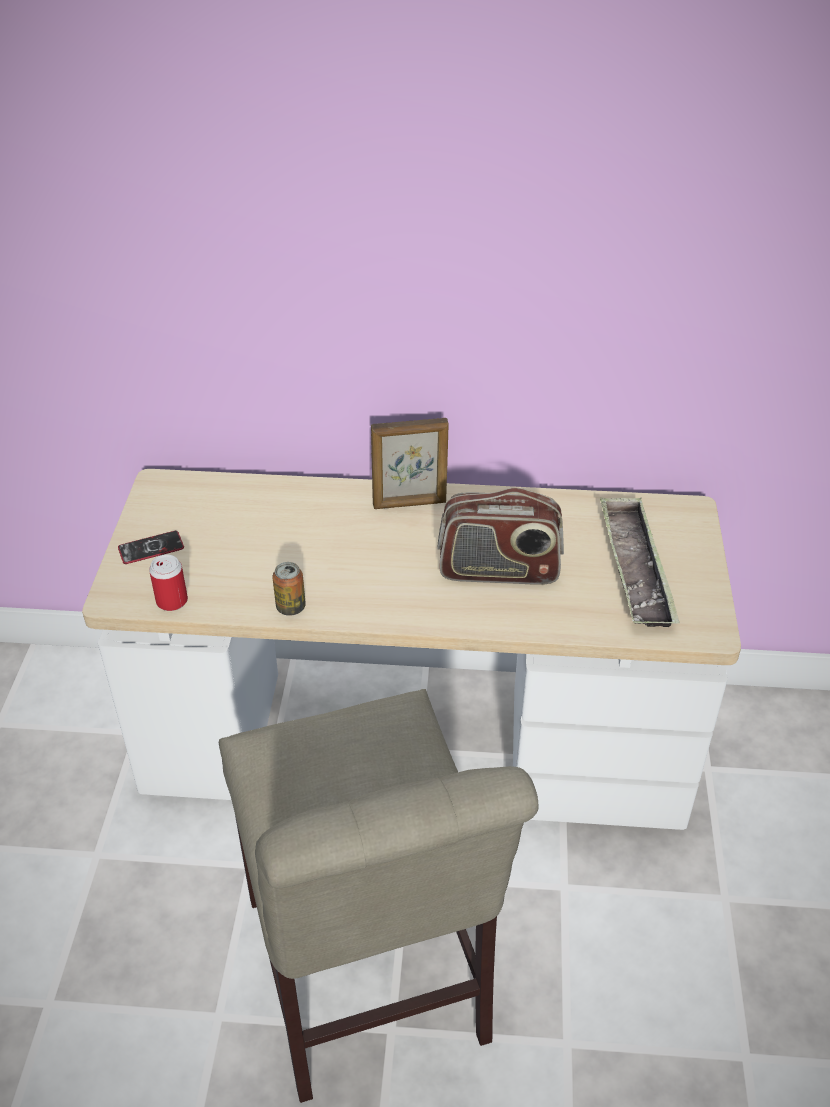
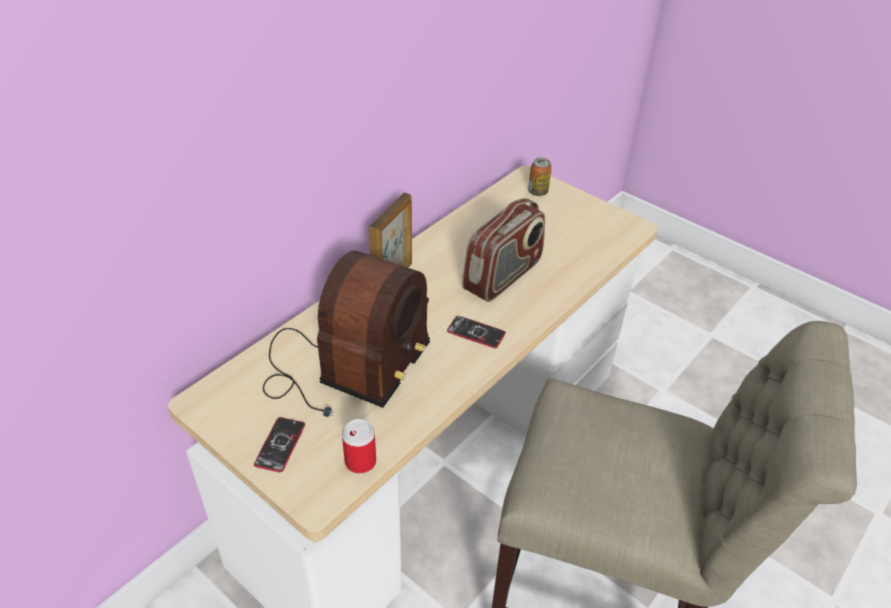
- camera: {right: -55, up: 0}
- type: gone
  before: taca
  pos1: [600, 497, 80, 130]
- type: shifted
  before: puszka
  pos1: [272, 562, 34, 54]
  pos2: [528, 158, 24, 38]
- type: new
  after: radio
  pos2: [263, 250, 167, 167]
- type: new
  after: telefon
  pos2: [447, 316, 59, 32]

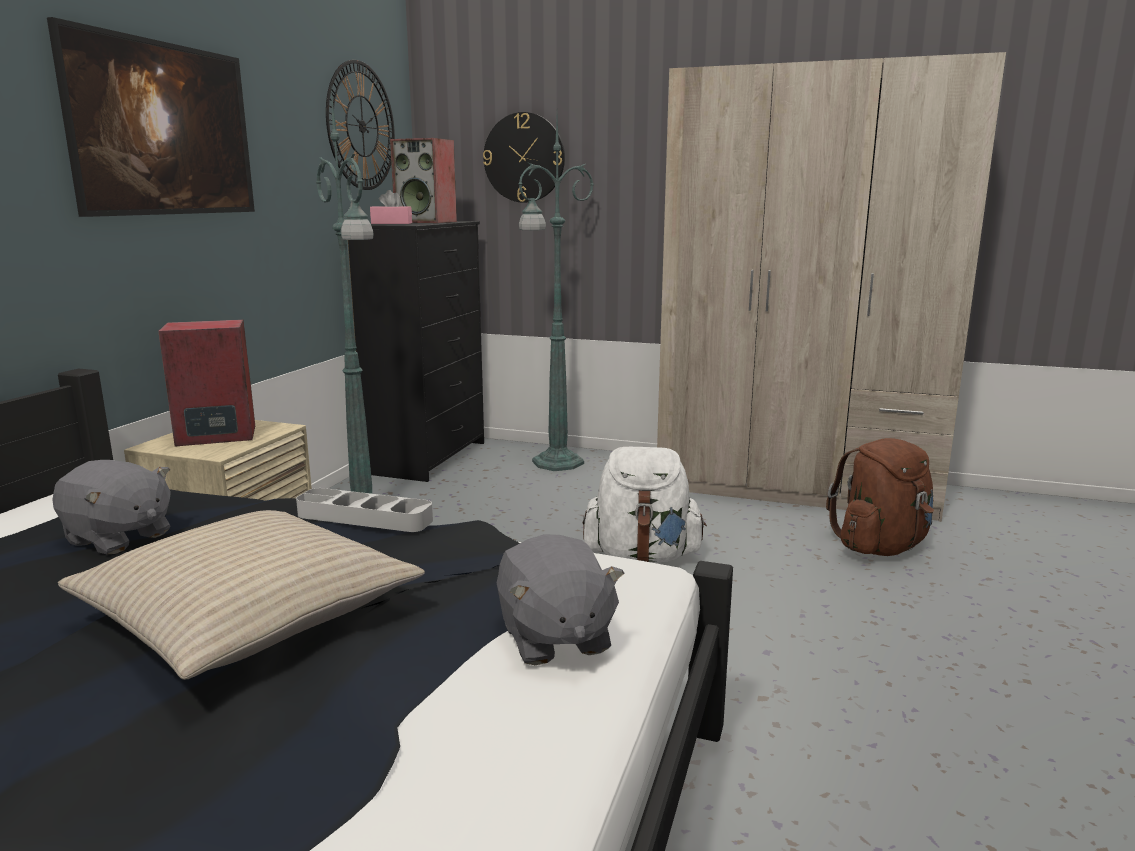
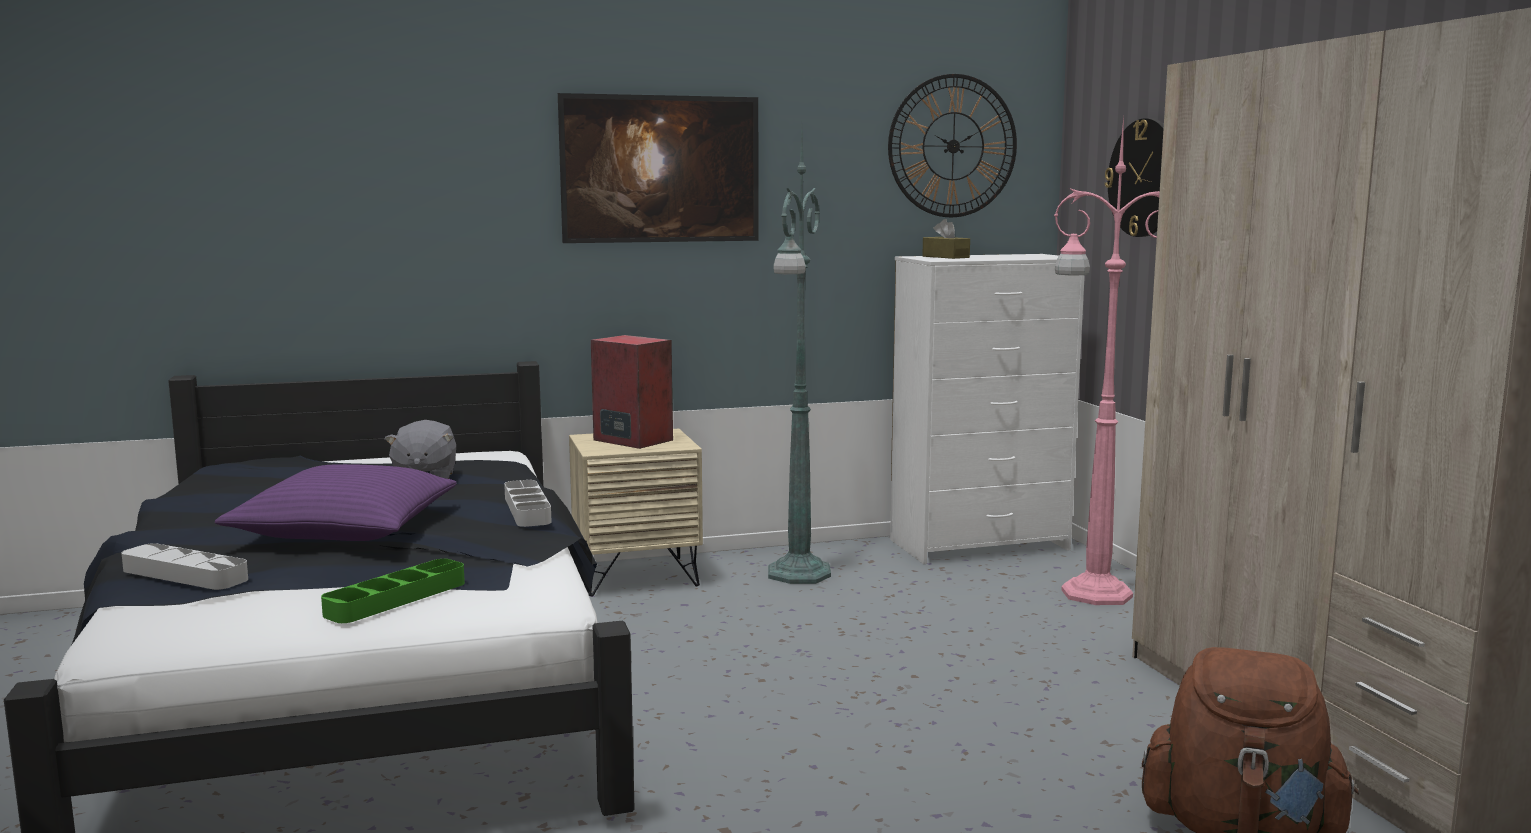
- camera: {right: 55, up: -5}
- type: repainted
  before: lampa stojąca [zielony]
  after: lampa stojąca [różowy]
  pos1: [518, 116, 76, 355]
  pos2: [1054, 117, 106, 488]
- type: gone
  before: głośnik
  pos1: [390, 138, 67, 85]
- type: repainted
  before: pudełko chusteczek [różowy]
  after: pudełko chusteczek [brązowy]
  pos1: [370, 190, 42, 34]
  pos2: [922, 219, 48, 40]
- type: repainted
  before: komoda [czarny]
  after: komoda [biały]
  pos1: [348, 221, 136, 261]
  pos2: [890, 254, 195, 310]
- type: gone
  before: plecak [biały]
  pos1: [583, 447, 124, 116]
- type: repainted
  before: poduszka [beżowy]
  after: poduszka [fioletowy]
  pos1: [58, 510, 367, 170]
  pos2: [215, 464, 242, 77]
- type: swapped
  before: pluszak [szary]
  after: taca [zielony]
  pos1: [496, 534, 128, 131]
  pos2: [321, 559, 144, 64]
- type: new
  after: taca [szary]
  pos2: [121, 543, 127, 47]

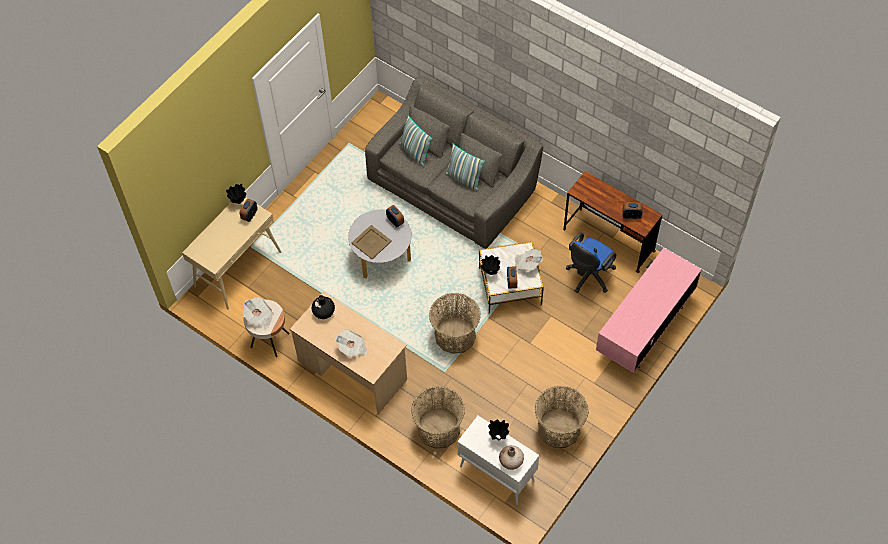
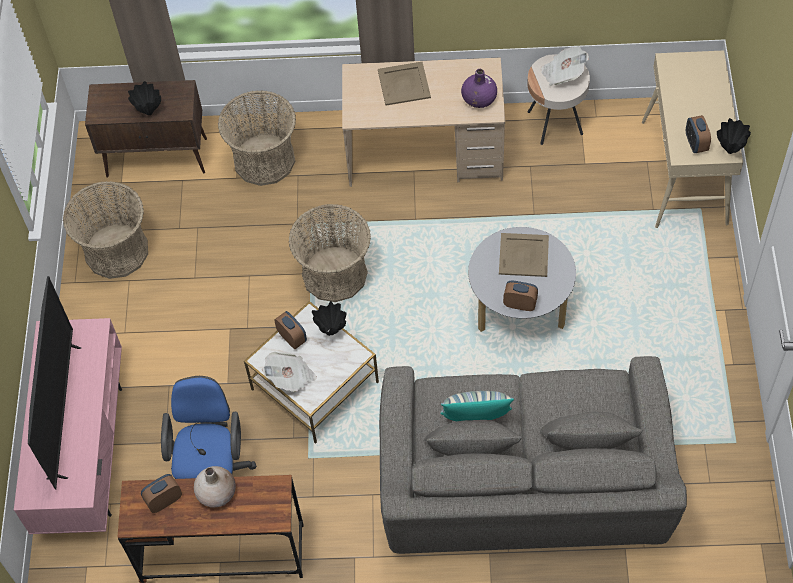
- camera: {right: 145, up: 0}
- type: gone
  before: poduszka
  pos1: [399, 115, 33, 51]
- type: repainted
  before: wazon [czarny]
  after: wazon [fioletowy]
  pos1: [312, 295, 23, 24]
  pos2: [461, 69, 36, 39]
- type: swapped
  before: gazeta
  after: taca [beżowy]
  pos1: [336, 329, 32, 28]
  pos2: [378, 62, 53, 44]
- type: repainted
  before: szafka [biały]
  after: szafka [brązowy]
  pos1: [457, 416, 82, 89]
  pos2: [85, 80, 122, 97]
- type: shifted
  before: wazon [beżowy]
  pos1: [499, 445, 25, 25]
  pos2: [194, 466, 42, 42]
- type: new
  after: telewizor
  pos2: [28, 276, 53, 214]

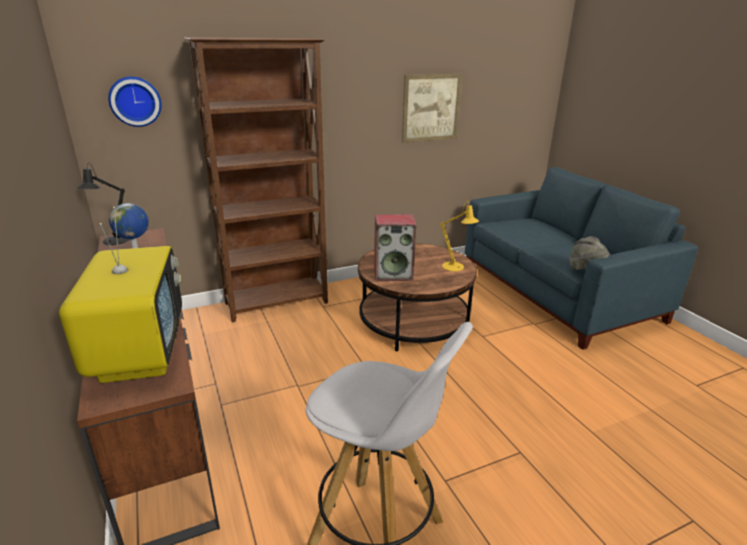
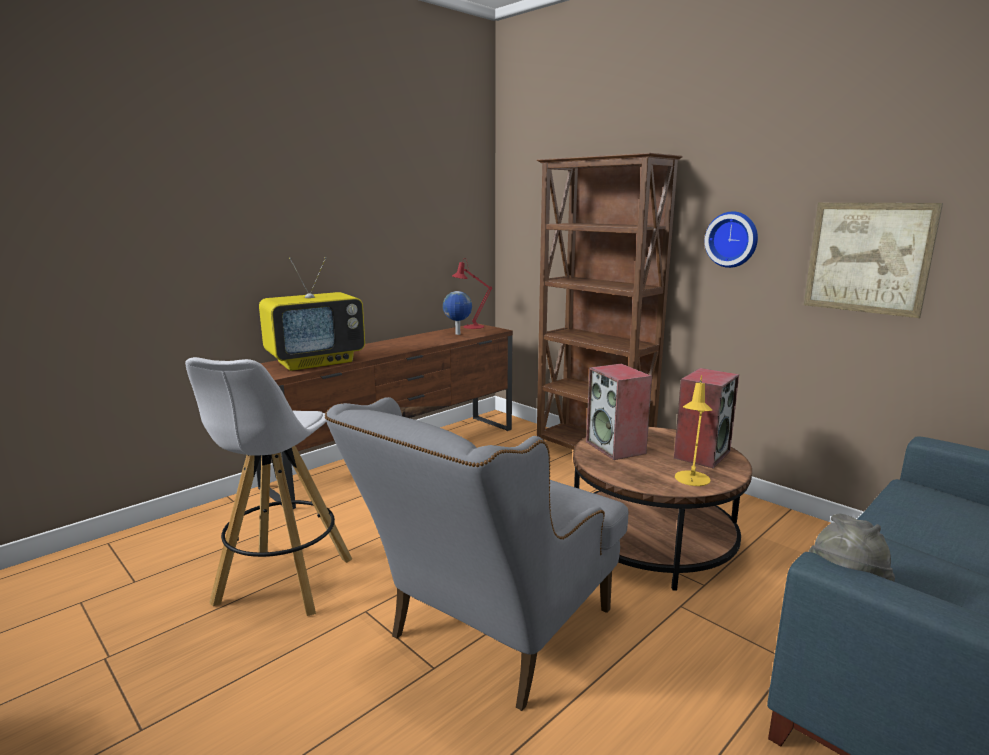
- camera: {right: 70, up: -10}
- type: shifted
  before: zegar ścienny
  pos1: [108, 77, 54, 50]
  pos2: [705, 211, 53, 57]
- type: repainted
  before: lampa stołowa [czarny]
  after: lampa stołowa [czerwony]
  pos1: [77, 163, 53, 82]
  pos2: [452, 258, 40, 71]
- type: new
  after: głośnik
  pos2: [674, 368, 65, 100]
- type: new
  after: fotel [szary]
  pos2: [325, 397, 303, 314]

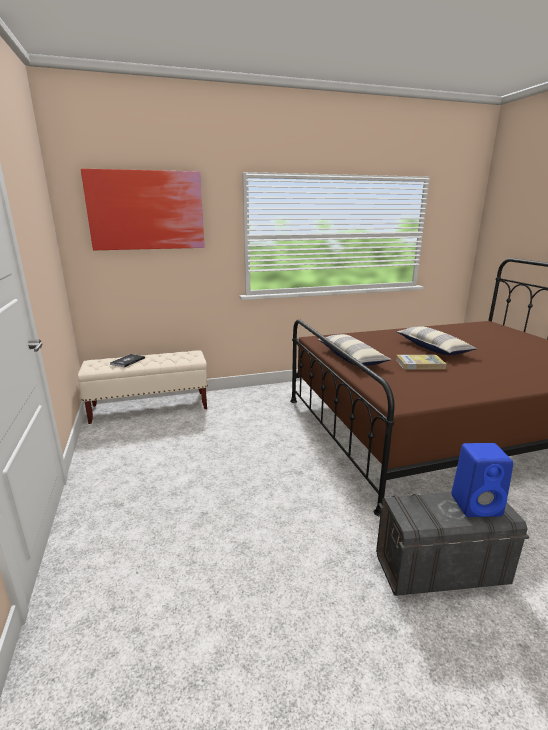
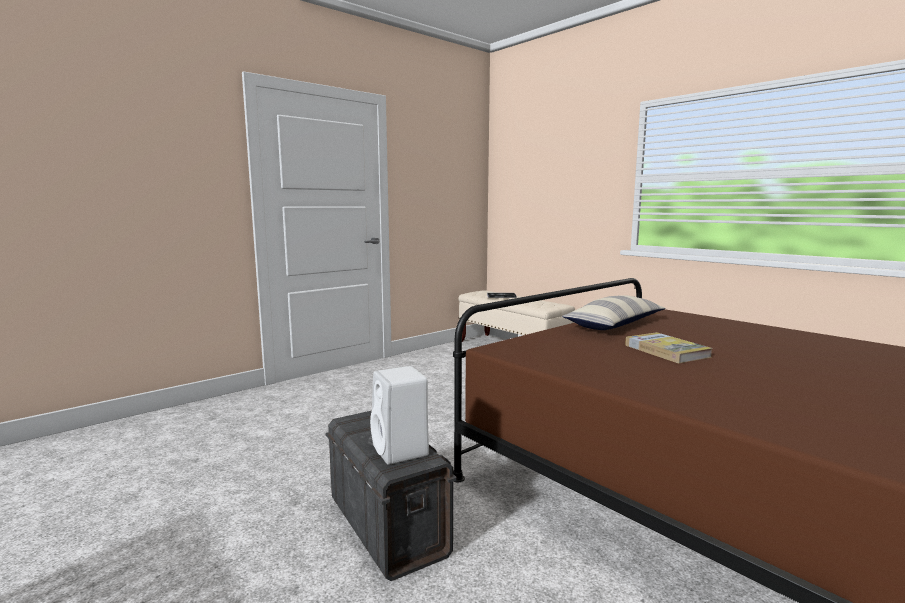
- camera: {right: 65, up: -10}
- type: gone
  before: obraz
  pos1: [81, 169, 124, 81]
- type: gone
  before: poduszka
  pos1: [397, 326, 80, 29]
- type: repainted
  before: głośnik [niebieski]
  after: głośnik [biały]
  pos1: [451, 443, 62, 74]
  pos2: [370, 366, 59, 99]

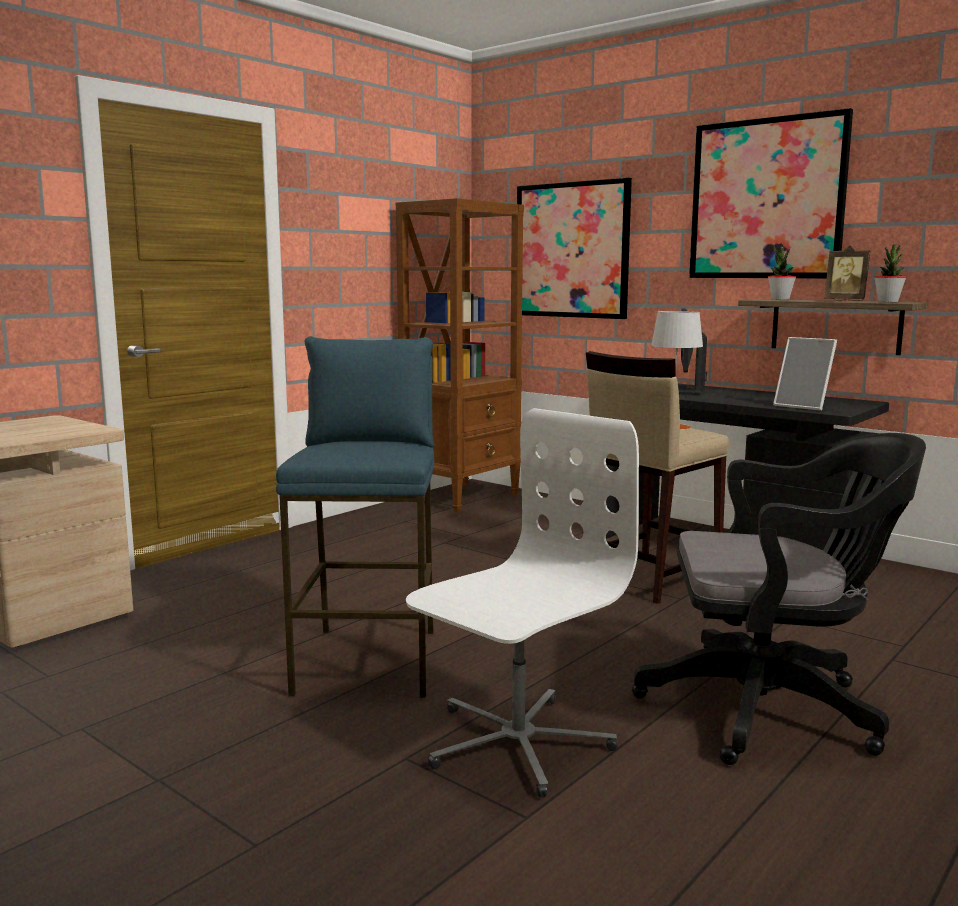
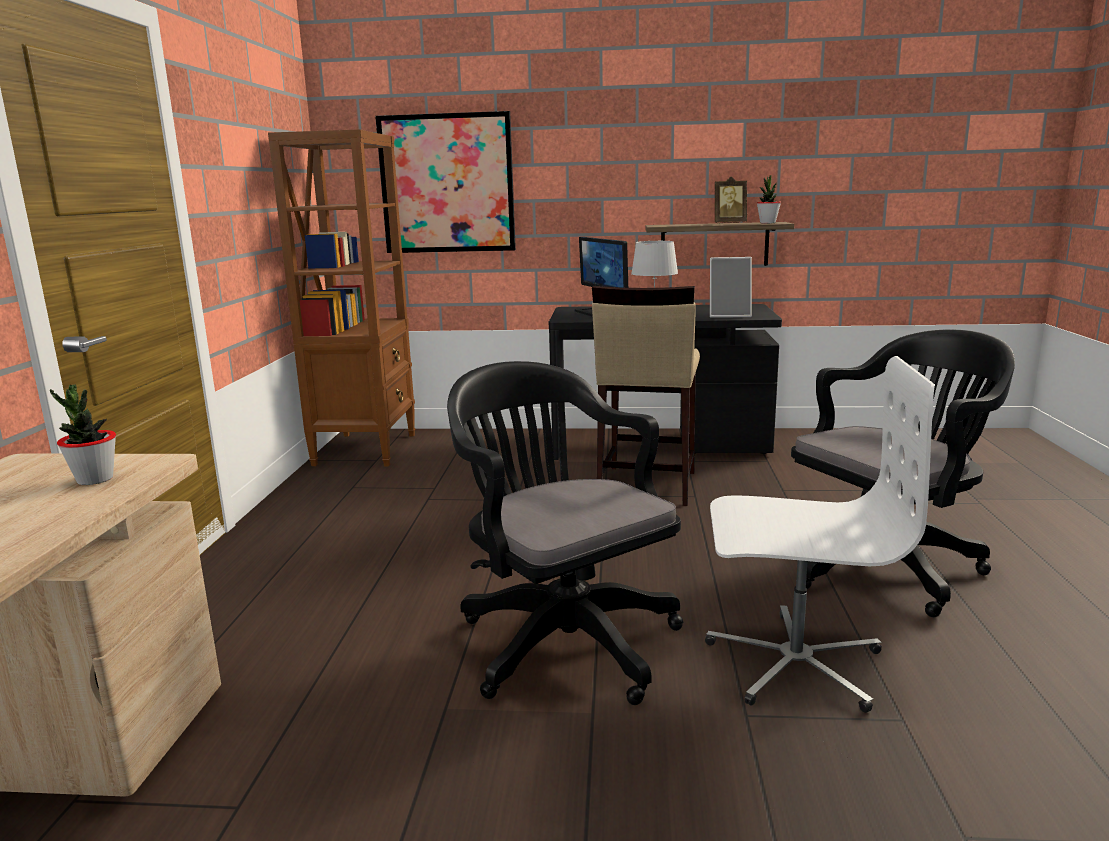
- camera: {right: -35, up: 5}
- type: gone
  before: obraz
  pos1: [689, 108, 164, 170]
- type: shifted
  before: roślina doniczkowa
  pos1: [768, 246, 28, 54]
  pos2: [50, 384, 66, 101]
- type: swapped
  before: stołek [niebieski]
  after: krzesło biurowe [czarny]
  pos1: [276, 336, 159, 362]
  pos2: [447, 361, 236, 344]
- type: rotated
  before: krzesło biurowe [biały]
  pos1: [406, 408, 233, 390]
  pos2: [705, 356, 230, 357]
  turn: 90

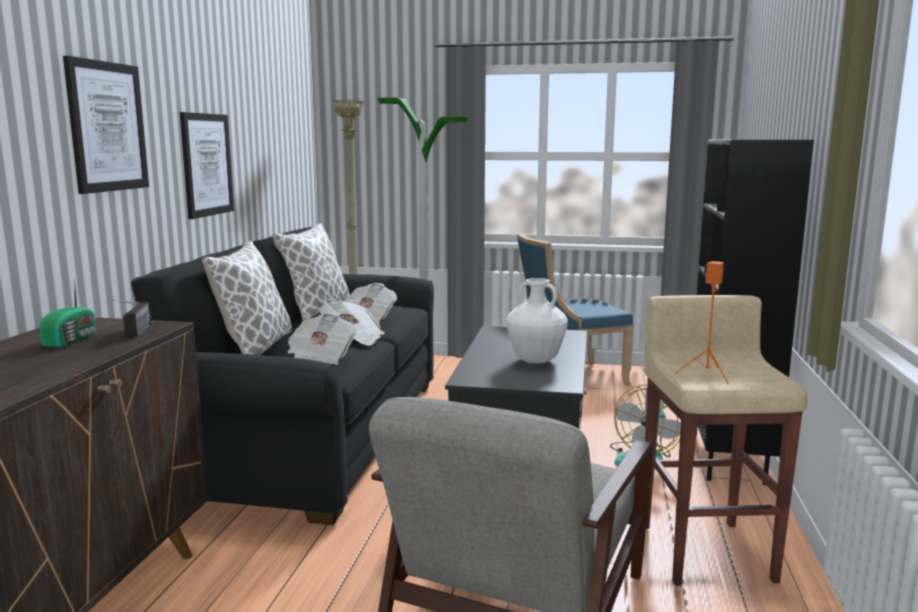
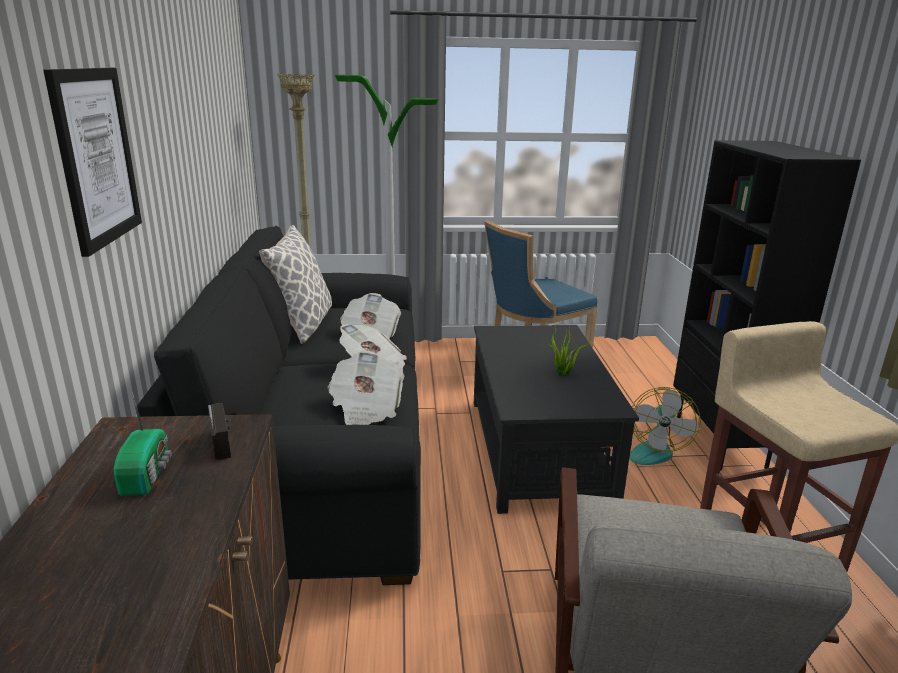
- camera: {right: -15, up: 10}
- type: gone
  before: obraz
  pos1: [180, 112, 54, 107]
- type: gone
  before: poduszka
  pos1: [202, 241, 90, 114]
- type: gone
  before: głośnik [pomarańczowy]
  pos1: [675, 261, 54, 123]
- type: swapped
  before: wazon [biały]
  after: roślina doniczkowa
  pos1: [506, 278, 62, 86]
  pos2: [546, 321, 44, 55]

